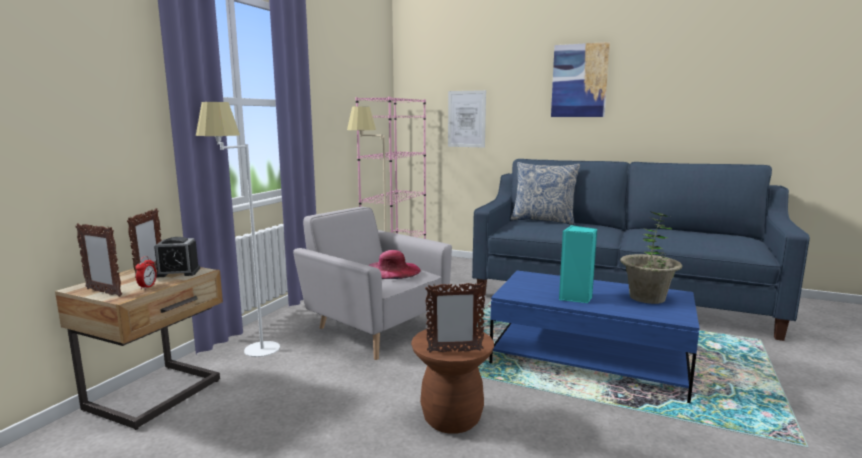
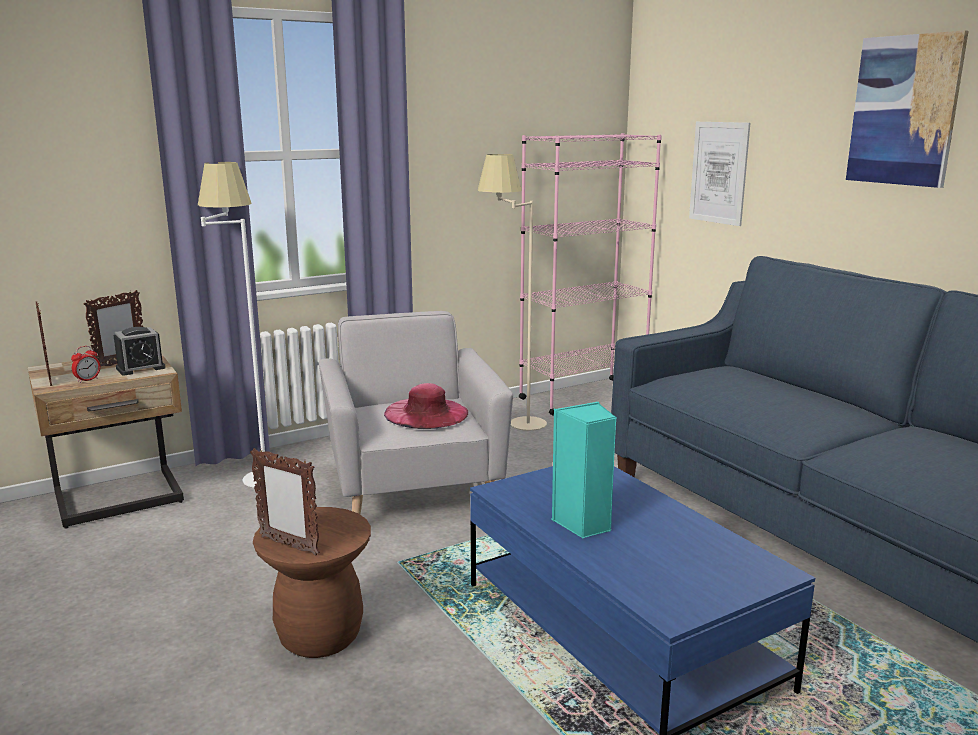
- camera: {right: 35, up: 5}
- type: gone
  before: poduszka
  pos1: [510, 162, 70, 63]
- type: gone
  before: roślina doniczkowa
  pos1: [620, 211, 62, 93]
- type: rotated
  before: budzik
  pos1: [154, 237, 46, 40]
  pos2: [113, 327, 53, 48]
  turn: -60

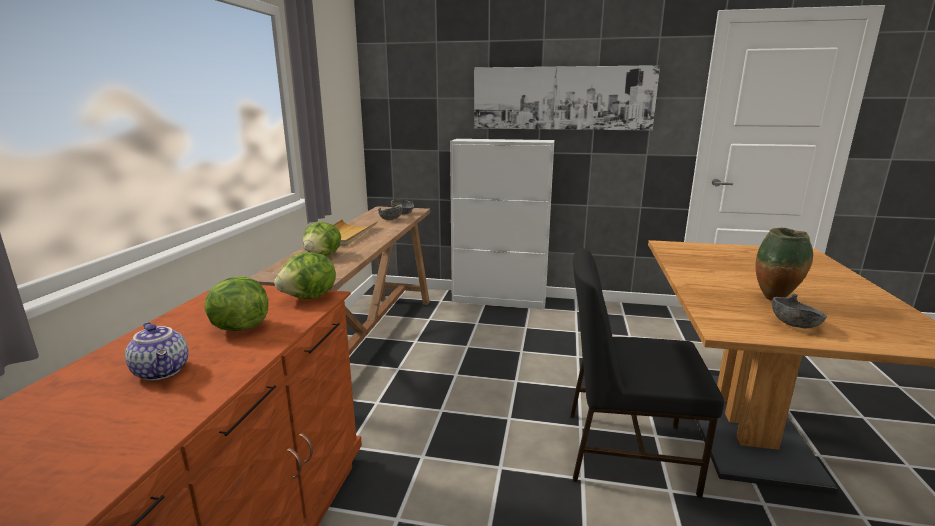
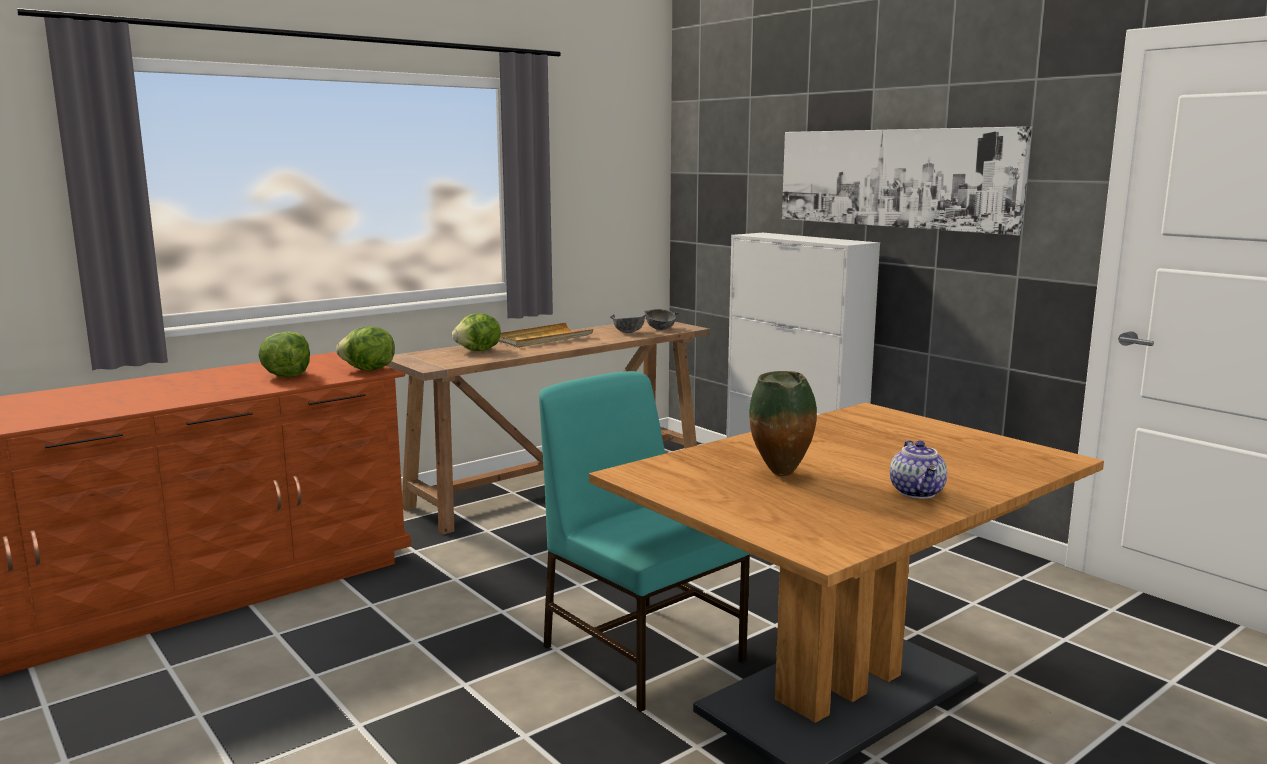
- camera: {right: 40, up: -5}
- type: repainted
  before: krzesło [czarny]
  after: krzesło [turkusowy]
  pos1: [570, 248, 154, 250]
  pos2: [539, 371, 211, 341]
- type: gone
  before: miska [szary]
  pos1: [772, 293, 55, 36]
- type: shifted
  before: imbryk
  pos1: [125, 322, 63, 59]
  pos2: [890, 440, 57, 59]

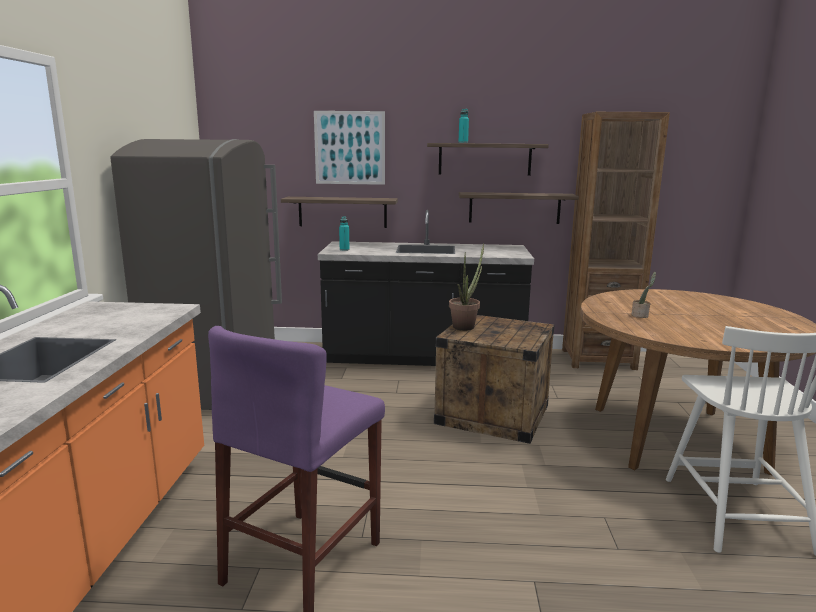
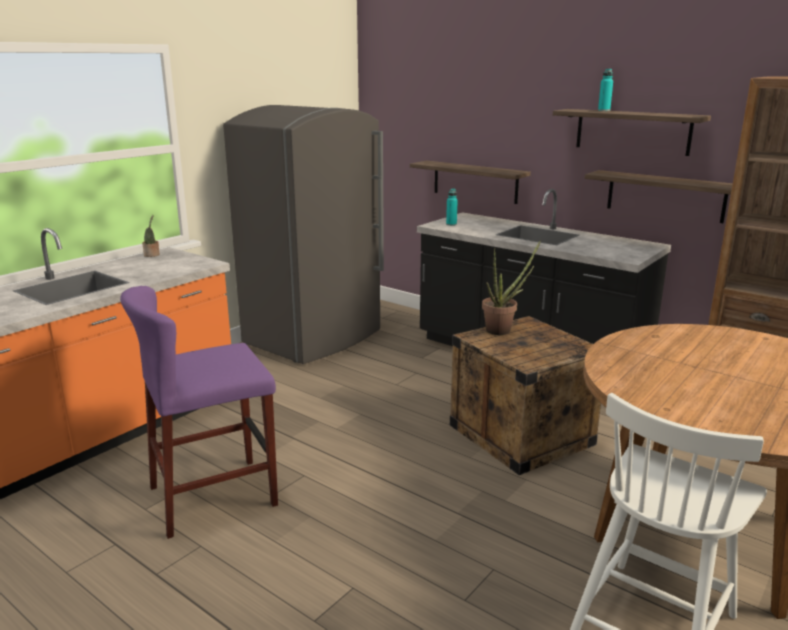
- camera: {right: 35, up: 5}
- type: gone
  before: obraz
  pos1: [314, 111, 71, 74]
- type: shifted
  before: roślina doniczkowa
  pos1: [631, 272, 25, 46]
  pos2: [142, 215, 18, 42]

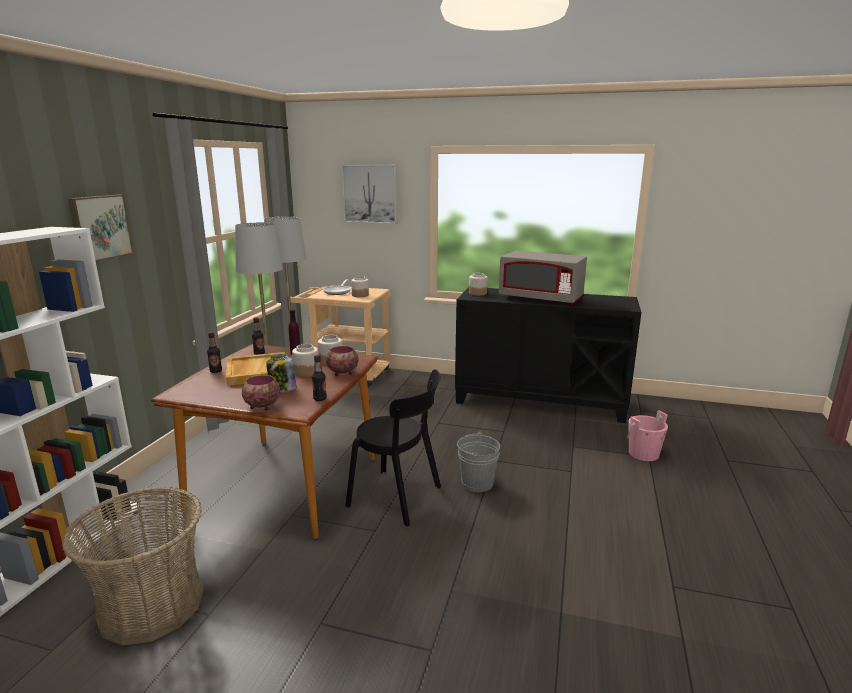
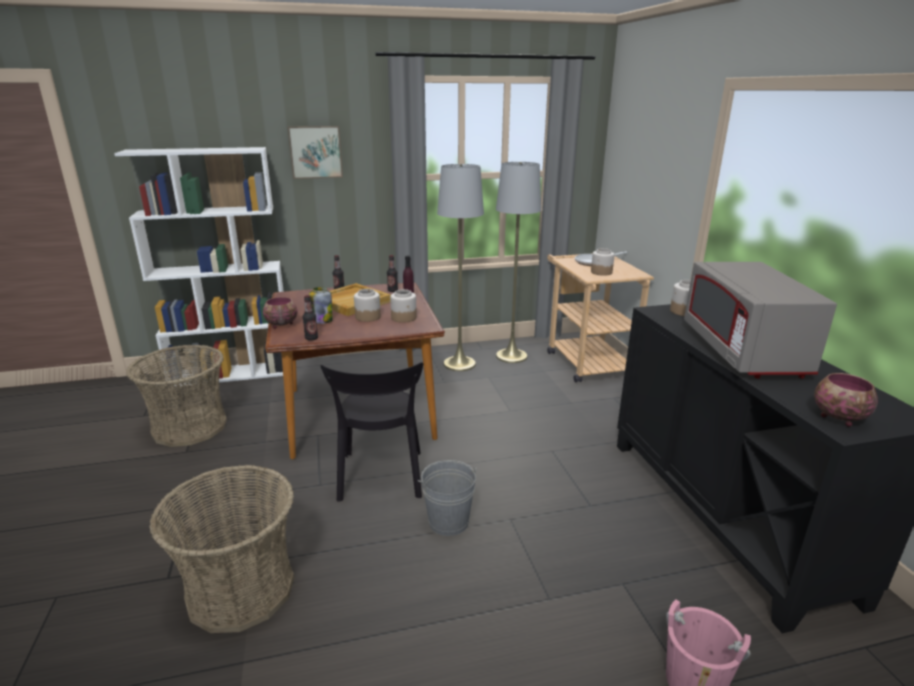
- camera: {right: 60, up: 5}
- type: gone
  before: obraz
  pos1: [342, 165, 55, 59]
- type: shifted
  before: miska
  pos1: [326, 346, 32, 30]
  pos2: [814, 373, 64, 54]
- type: new
  after: koszyk
  pos2: [149, 465, 145, 168]

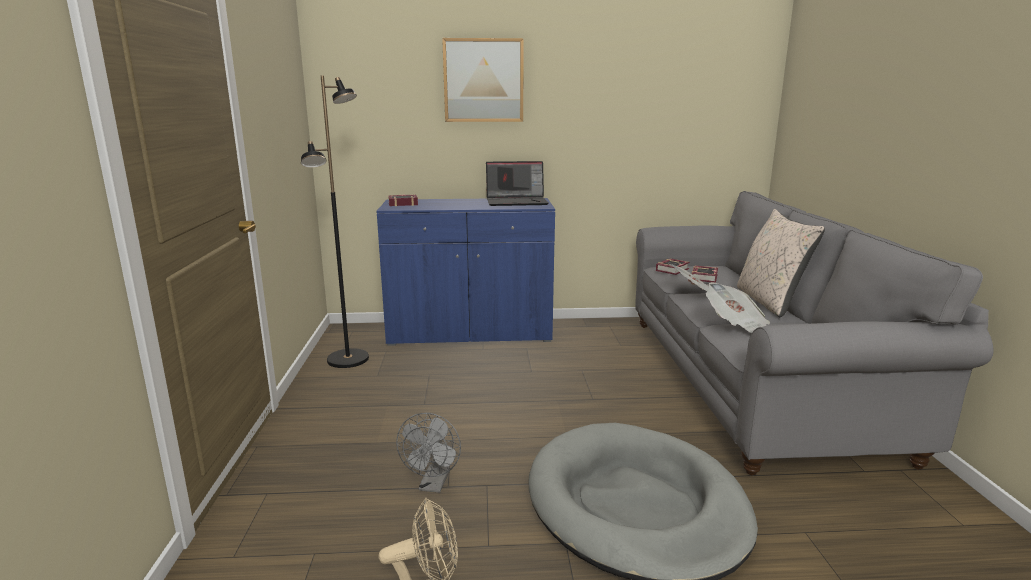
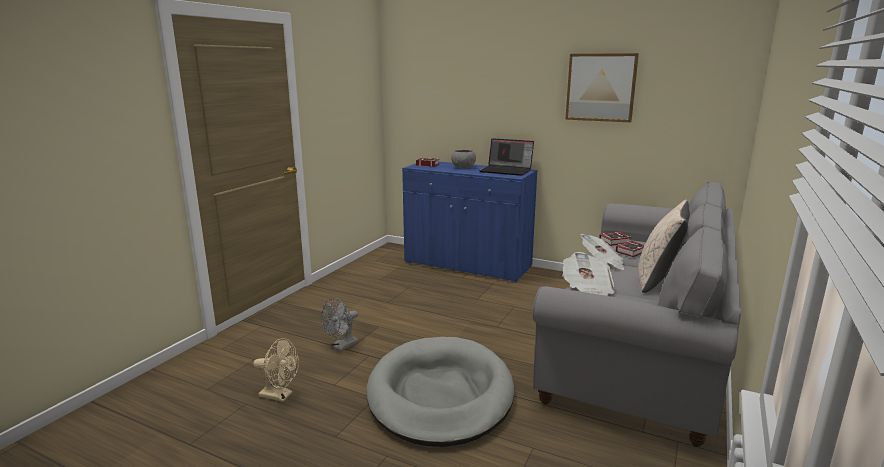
- camera: {right: 30, up: 0}
- type: shifted
  before: obraz
  pos1: [442, 38, 82, 84]
  pos2: [565, 53, 74, 69]
- type: gone
  before: lampa stojąca [czarny]
  pos1: [301, 76, 68, 292]
- type: new
  after: miska [szary]
  pos2: [451, 150, 25, 18]

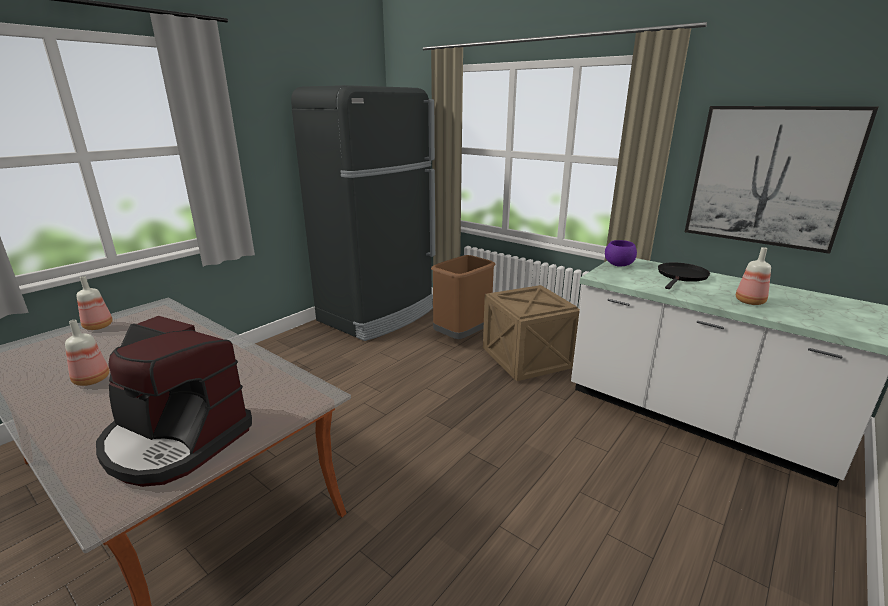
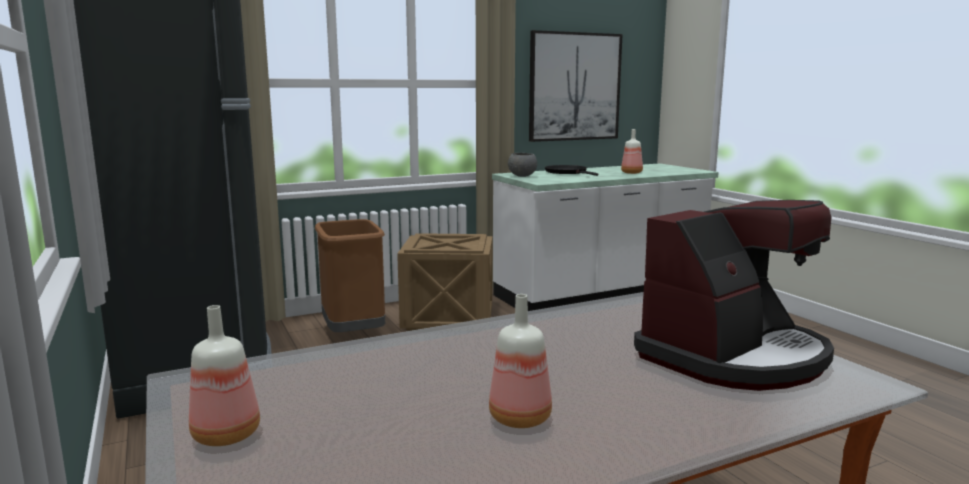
- camera: {right: -65, up: -10}
- type: repainted
  before: miska [fioletowy]
  after: miska [szary]
  pos1: [605, 240, 32, 27]
  pos2: [508, 153, 29, 24]

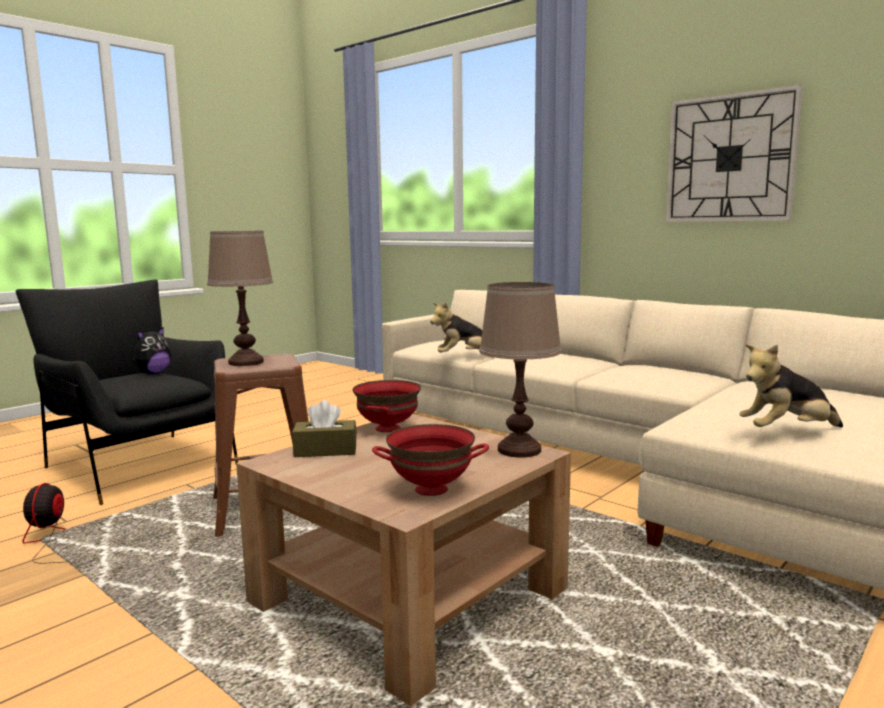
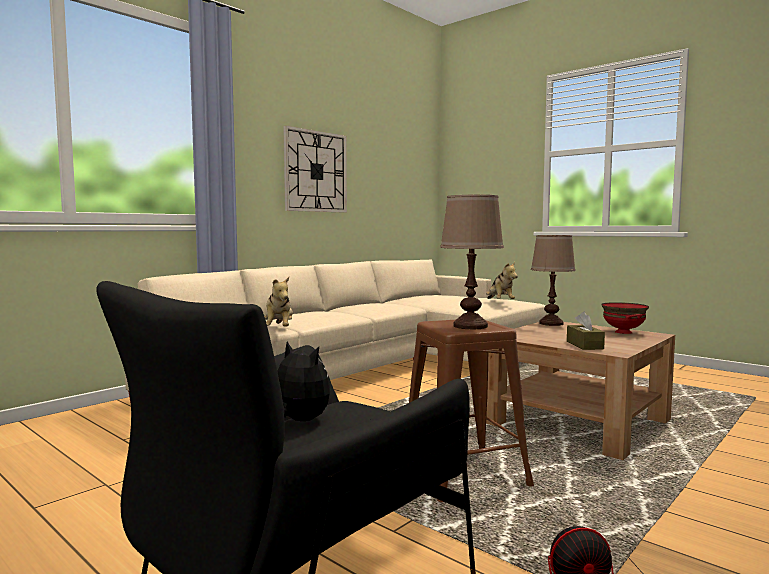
- camera: {right: -90, up: -5}
- type: gone
  before: miska [czerwony]
  pos1: [353, 380, 68, 52]

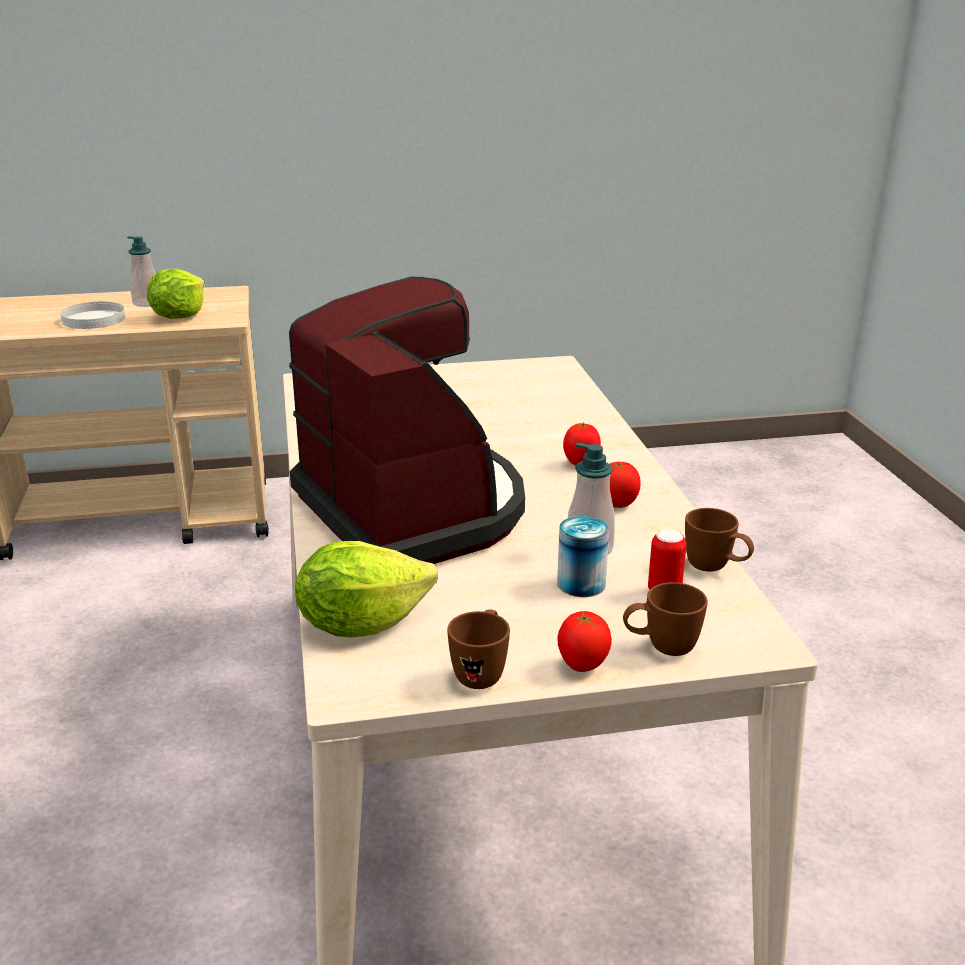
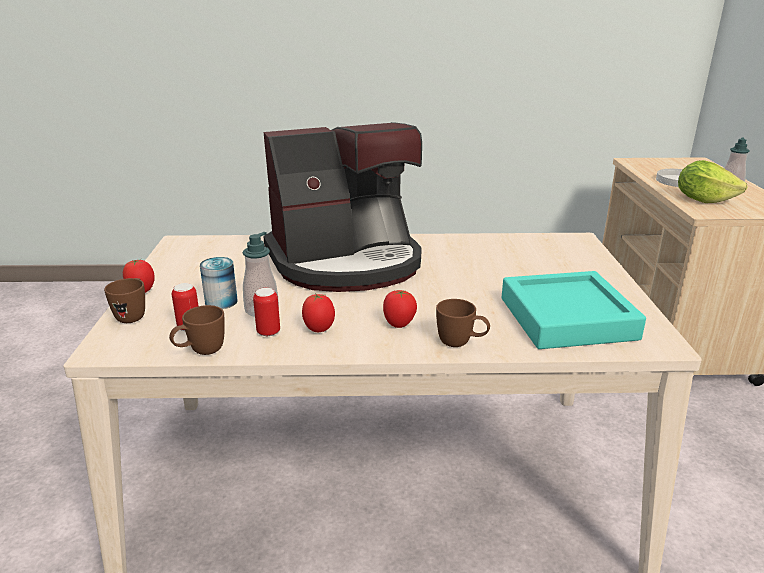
- camera: {right: 100, up: 0}
- type: gone
  before: sałata
  pos1: [295, 541, 143, 97]
- type: shifted
  before: kubek [brązowy]
  pos1: [447, 609, 63, 80]
  pos2: [436, 299, 54, 48]
- type: new
  after: taca [turkusowy]
  pos2: [502, 271, 144, 78]
- type: new
  after: puszka
  pos2: [253, 288, 27, 48]

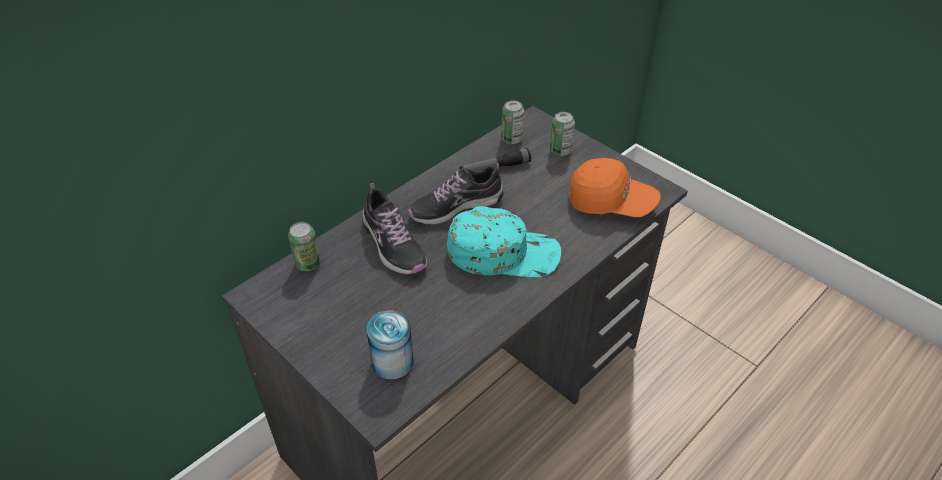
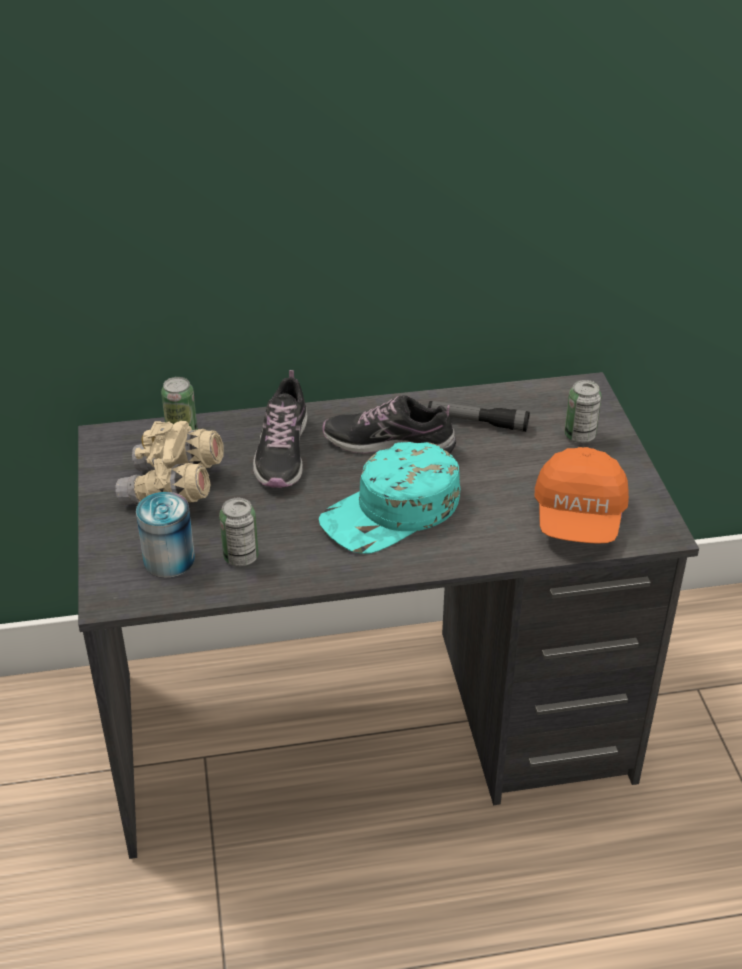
- camera: {right: 35, up: -5}
- type: shifted
  before: puszka
  pos1: [501, 100, 23, 44]
  pos2: [219, 498, 39, 69]
- type: rotated
  before: czapka z daszkiem [pomarańczowy]
  pos1: [569, 158, 92, 59]
  pos2: [535, 447, 94, 97]
  turn: 45
- type: rotated
  before: czapka z daszkiem [turkusowy]
  pos1: [447, 206, 114, 72]
  pos2: [319, 442, 141, 112]
  turn: 105
- type: new
  after: lornetka [beżowy]
  pos2: [115, 421, 109, 84]

